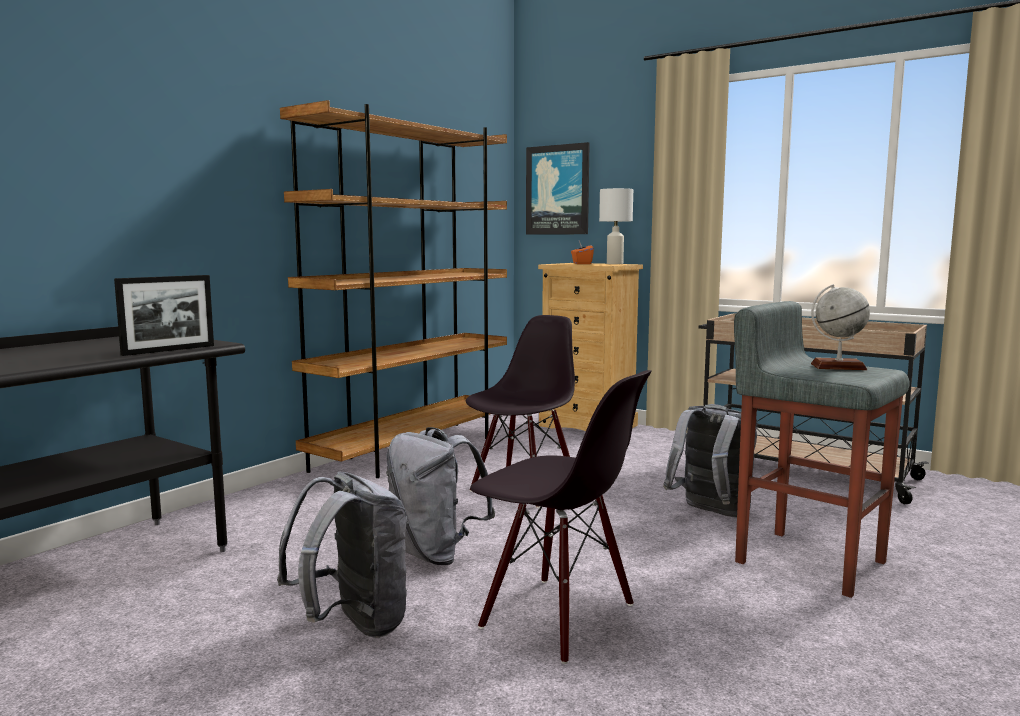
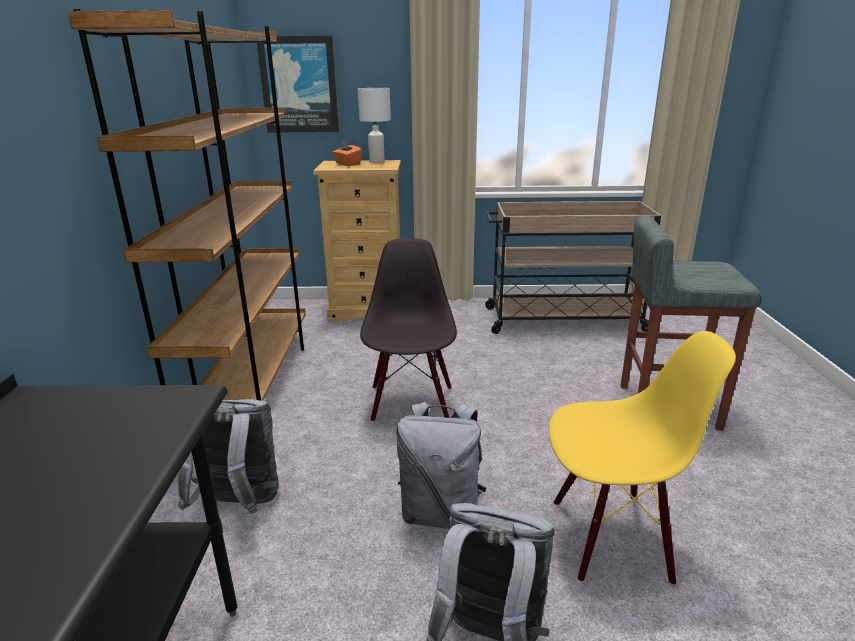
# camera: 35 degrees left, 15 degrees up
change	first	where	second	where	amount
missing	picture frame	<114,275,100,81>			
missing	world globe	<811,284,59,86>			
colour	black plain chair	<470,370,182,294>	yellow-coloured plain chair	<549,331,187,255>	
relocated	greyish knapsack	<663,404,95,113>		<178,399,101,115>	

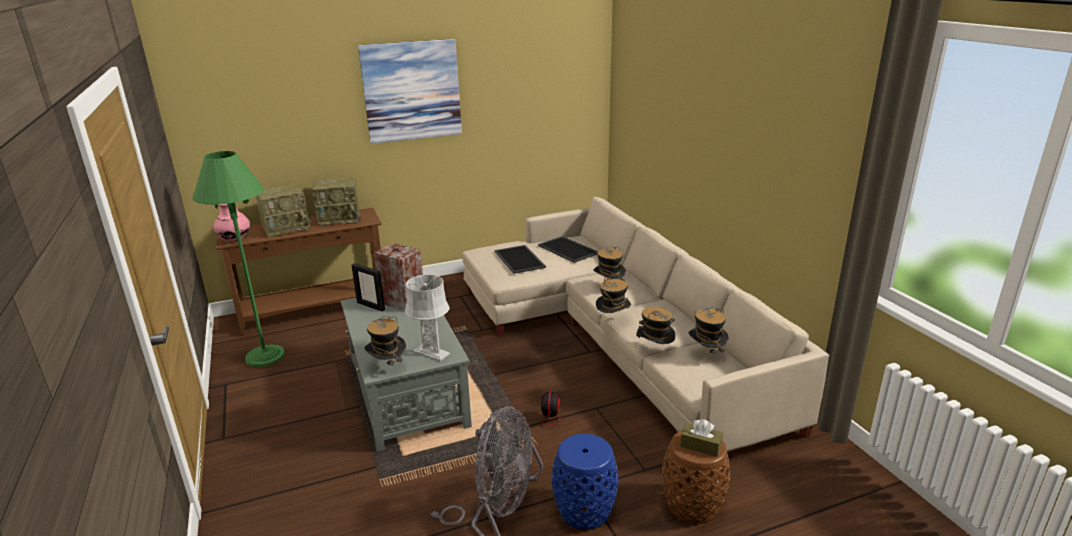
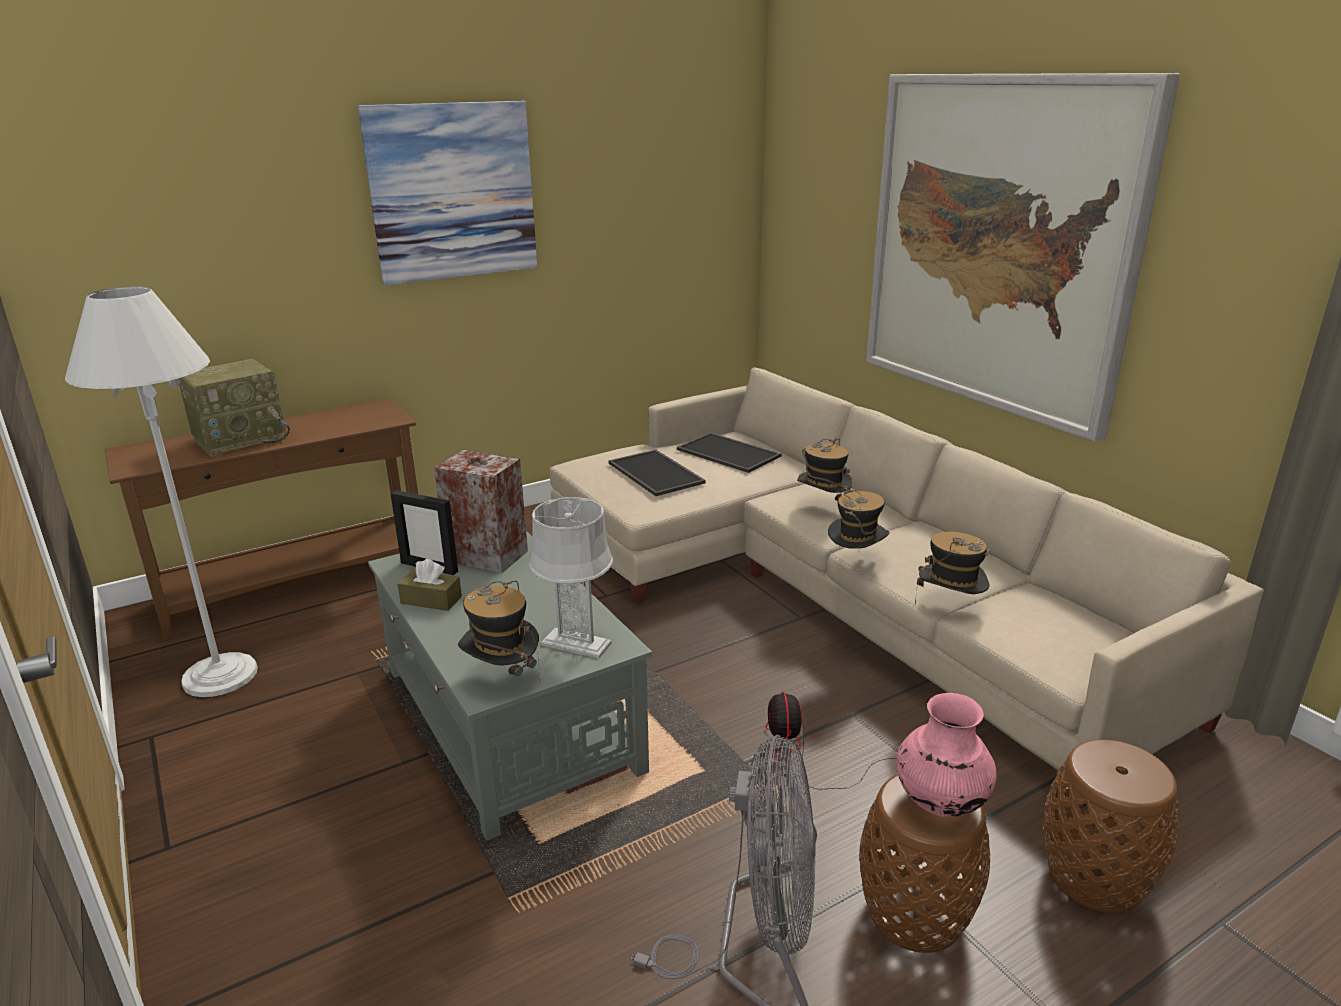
# camera: 10 degrees left, 0 degrees up
change	first	where	second	where	amount
colour	green standing lamp	<192,151,93,216>	white-coloured standing lamp	<65,286,193,411>	
missing	radio receiver	<312,177,49,49>			
relocated	pink-coloured flower vase	<214,202,36,40>		<896,693,101,124>	
missing	hat	<688,307,41,54>			
relocated	brownish tissue box	<680,419,43,38>		<398,559,64,52>	
colour	bluish stool seat	<552,434,67,96>	brownish stool seat	<859,774,131,179>	
appeared			picture	<866,73,314,369>	

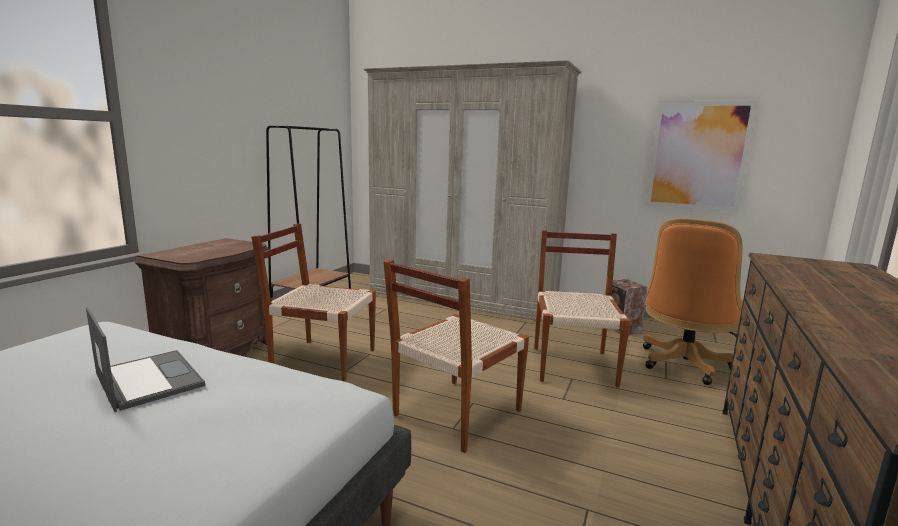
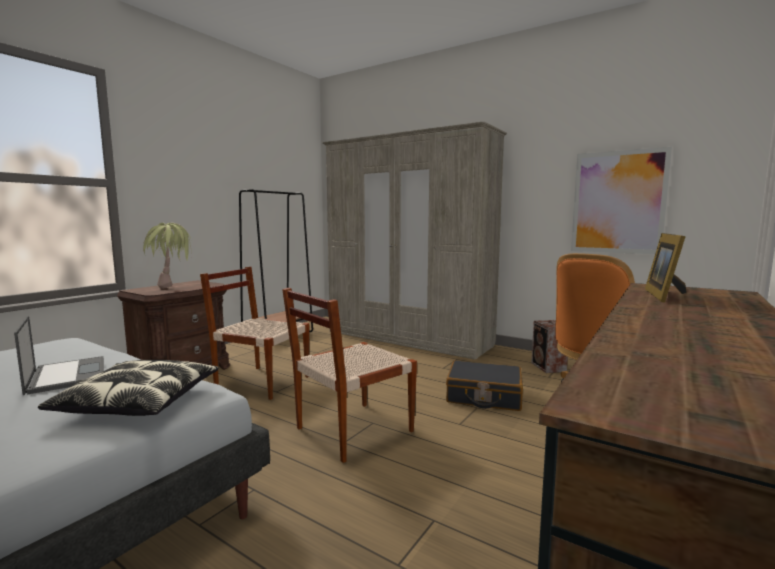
# camera: 10 degrees right, 5 degrees down
change	first	where	second	where	amount
exchanged	plain chair	<534,230,96,158>	black travel case	<446,360,77,51>	
appeared			plant in a pot	<143,223,49,66>	
appeared			picture frame	<645,233,42,70>	
appeared			pillow	<38,360,181,56>	

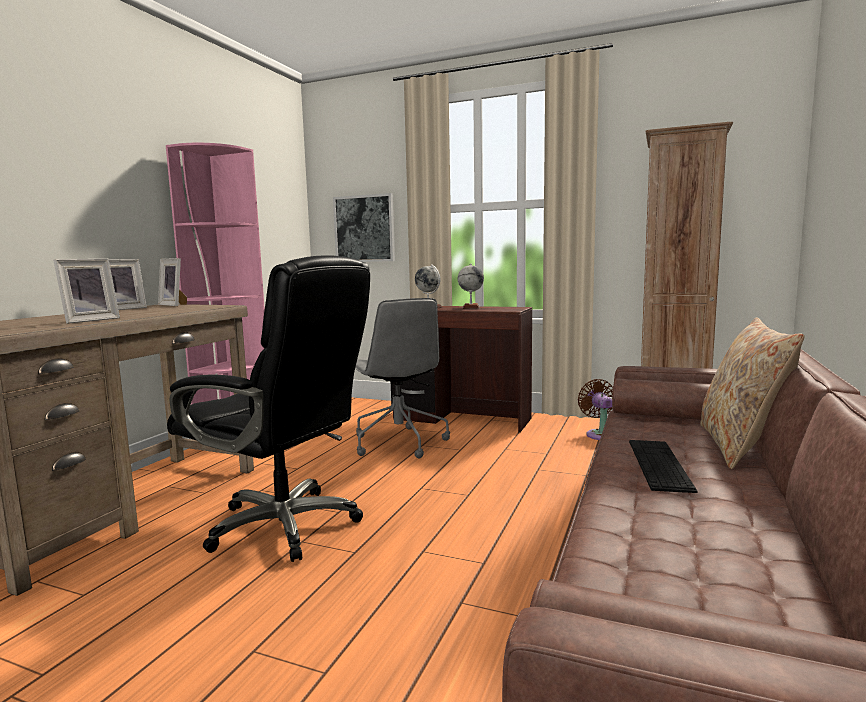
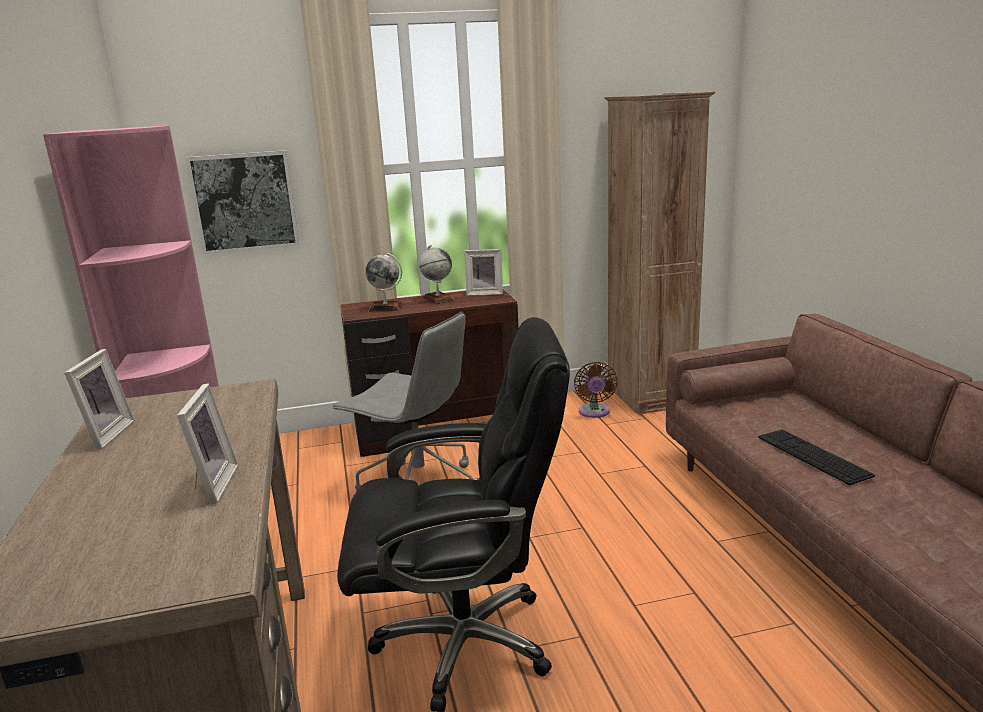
# camera: 35 degrees left, 10 degrees up
change	first	where	second	where	amount
relocated	picture frame	<158,258,29,48>		<464,249,39,47>	
missing	sand-coloured pillow	<700,317,105,152>			
spun	brownish electric fan	<578,379,35,61>		<574,362,44,56>	135 degrees counterclockwise

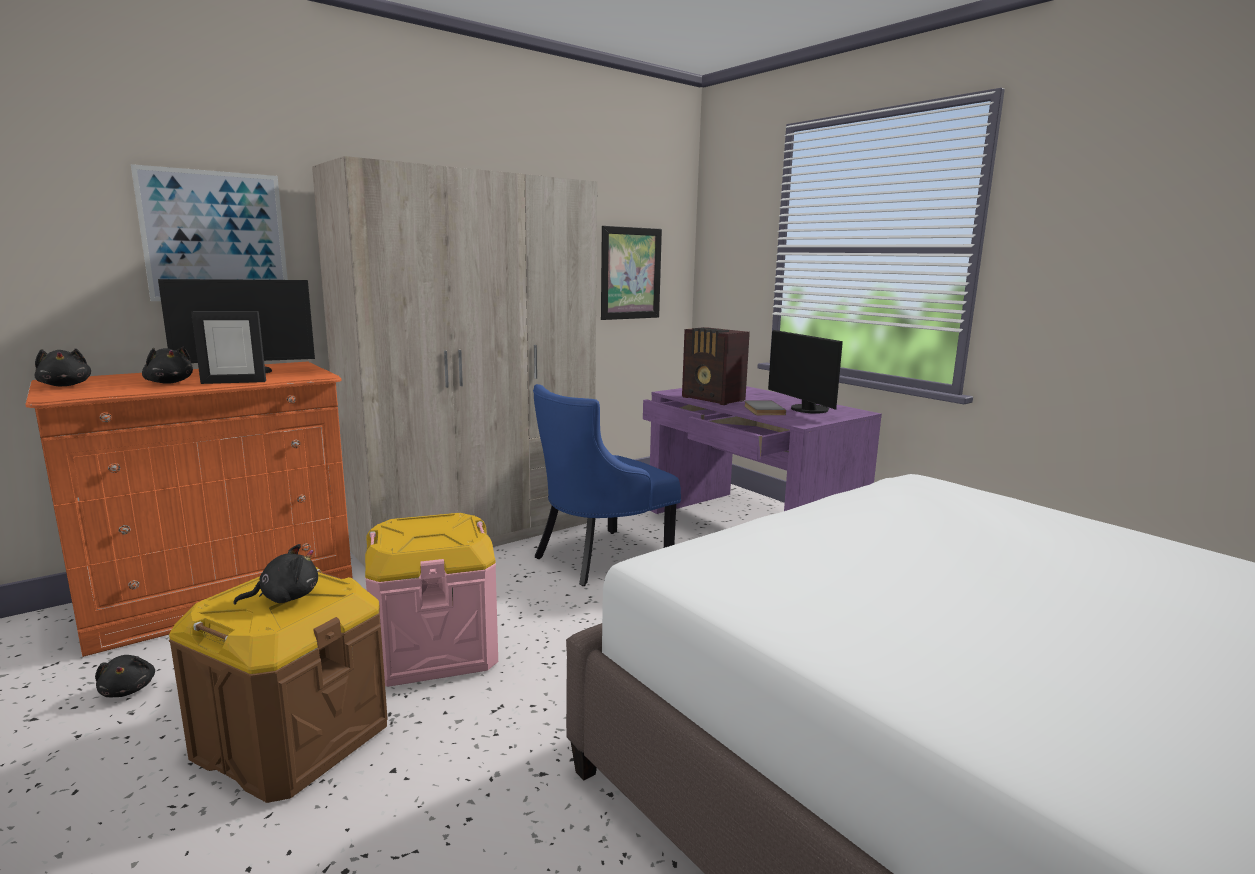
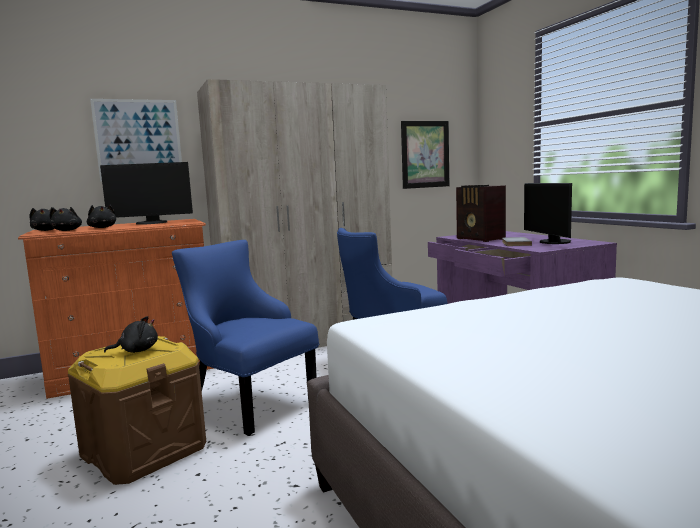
# camera: 15 degrees right, 5 degrees down
change	first	where	second	where	amount
missing	picture frame	<191,311,75,73>			
exchanged	pink-coloured storage container	<365,513,133,174>	bluish plain chair	<172,240,148,196>	
relocated	black soft toy	<95,655,60,42>		<50,207,32,24>	

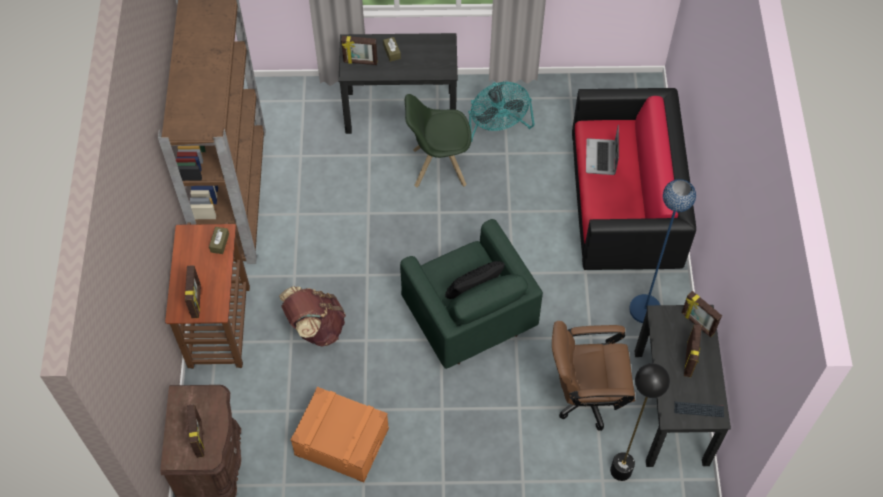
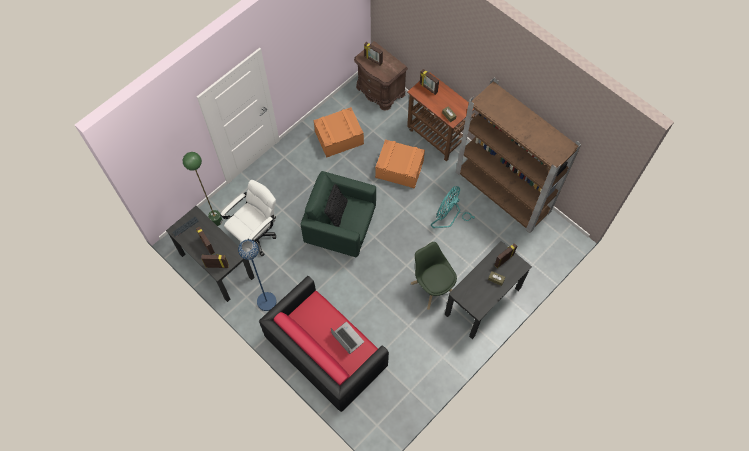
# camera: 135 degrees right, 5 degrees up
change	first	where	second	where	amount
relocated	blue-green electric fan	<468,81,67,61>		<431,186,44,42>	
spun	green plain chair	<405,94,67,93>		<411,242,46,68>	75 degrees counterclockwise
exchanged	brownish knapsack	<279,286,67,60>	orangey storage container	<375,140,50,49>	
colour	brownish computer chair	<552,321,83,110>	white-coloured computer chair	<221,180,55,76>	
colour	black standing lamp	<610,363,60,118>	green standing lamp	<183,152,39,74>	

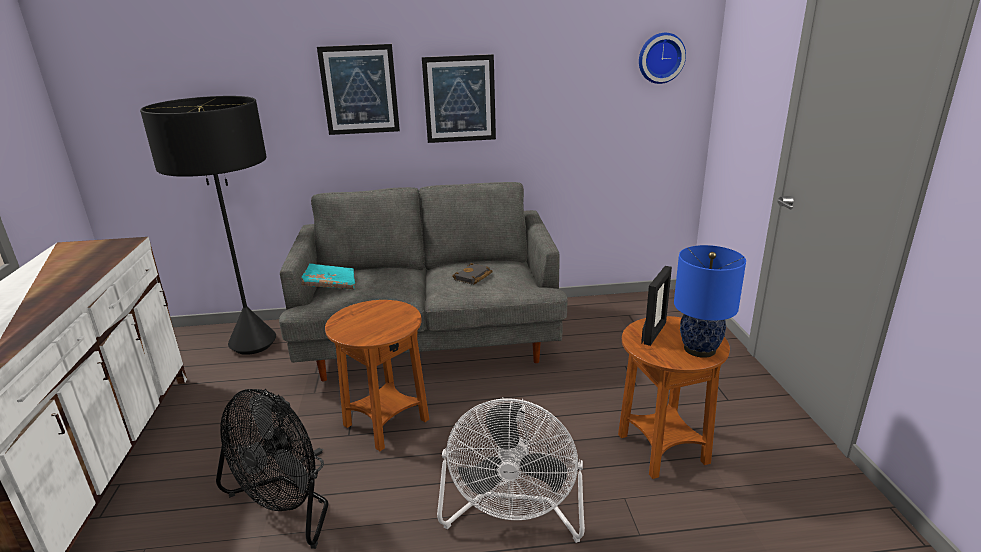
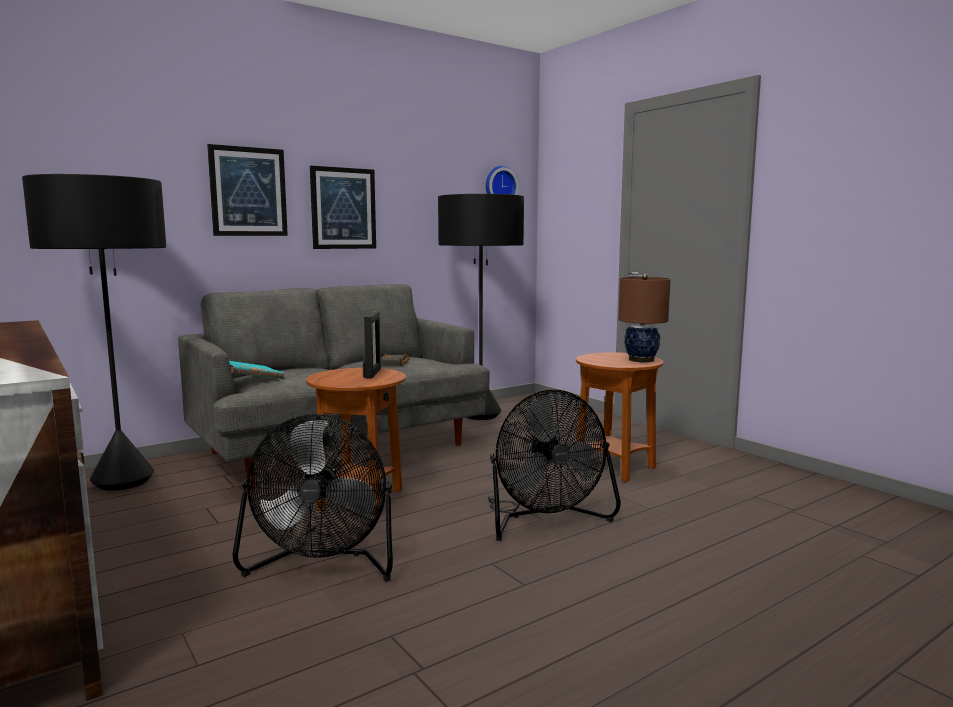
# camera: 30 degrees left, 15 degrees down
change	first	where	second	where	amount
colour	bluish lamp for a table	<674,245,72,113>	brownish lamp for a table	<618,274,52,88>	
relocated	picture frame	<641,266,31,80>		<363,312,18,66>	
colour	white-coloured electric fan	<437,398,148,145>	black electric fan	<488,390,133,151>	
appeared			black standing lamp	<438,194,86,226>	

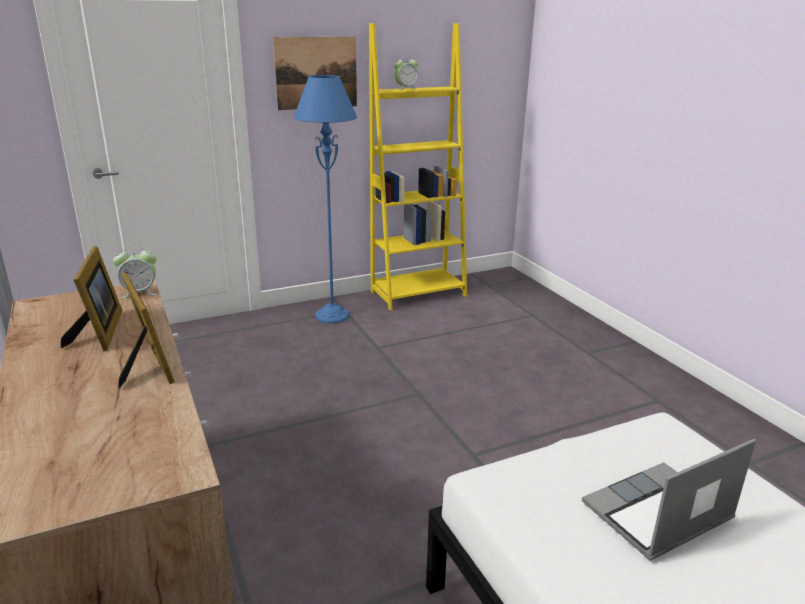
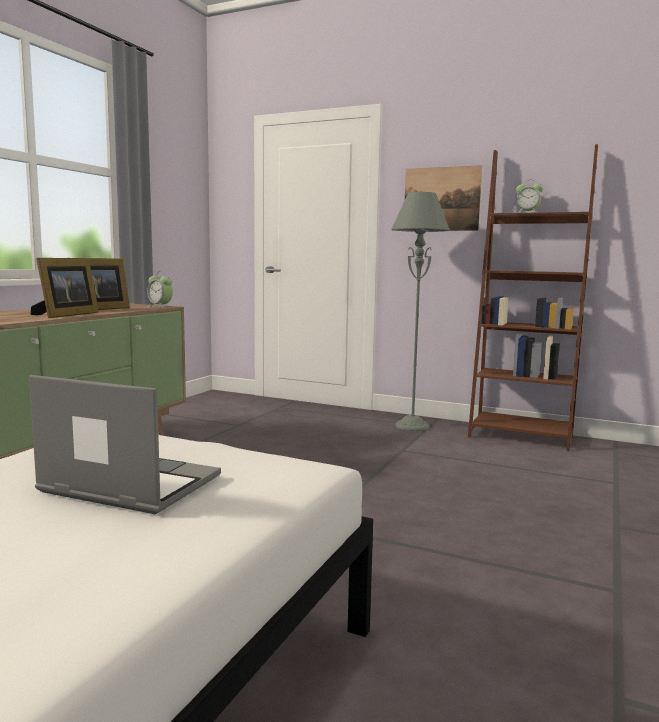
# camera: 50 degrees right, 15 degrees down
change	first	where	second	where	amount
colour	yellow-coloured bookshelf	<369,23,98,288>	brownish bookshelf	<468,144,130,307>	
colour	bluish standing lamp	<294,75,63,248>	greyish standing lamp	<391,192,59,239>	

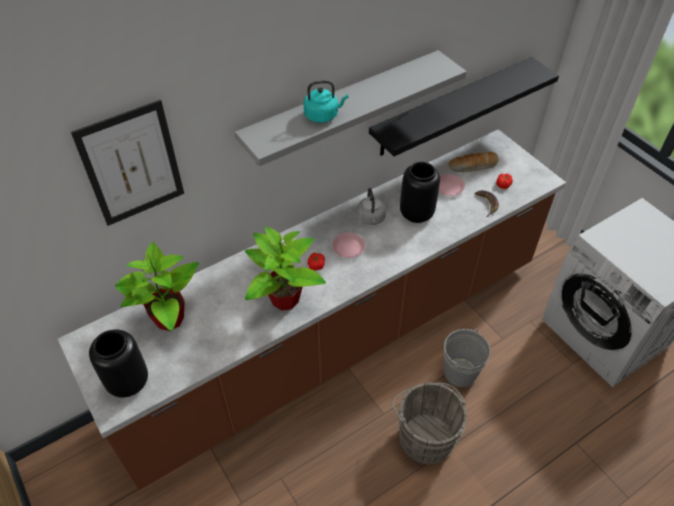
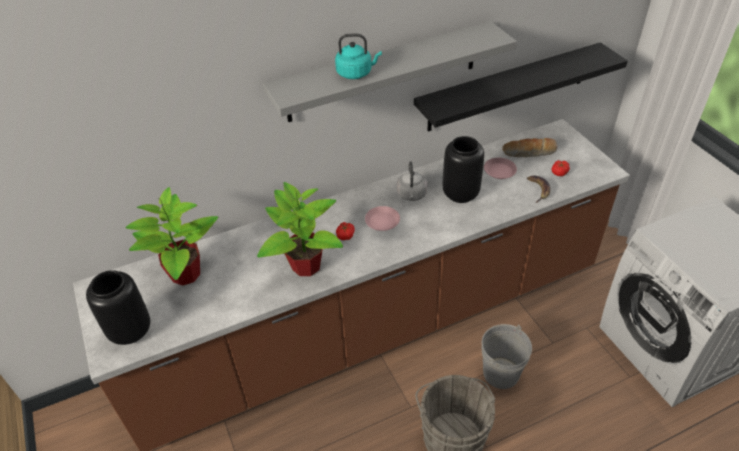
# camera: 10 degrees right, 5 degrees down
change	first	where	second	where	amount
missing	picture	<71,100,113,126>			

